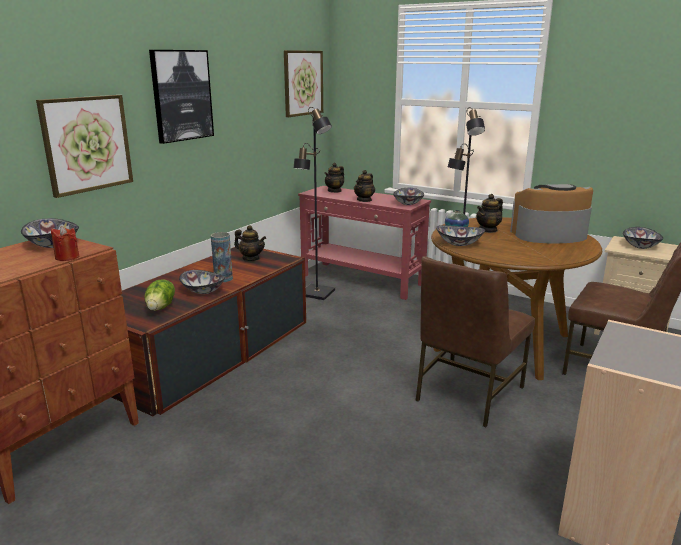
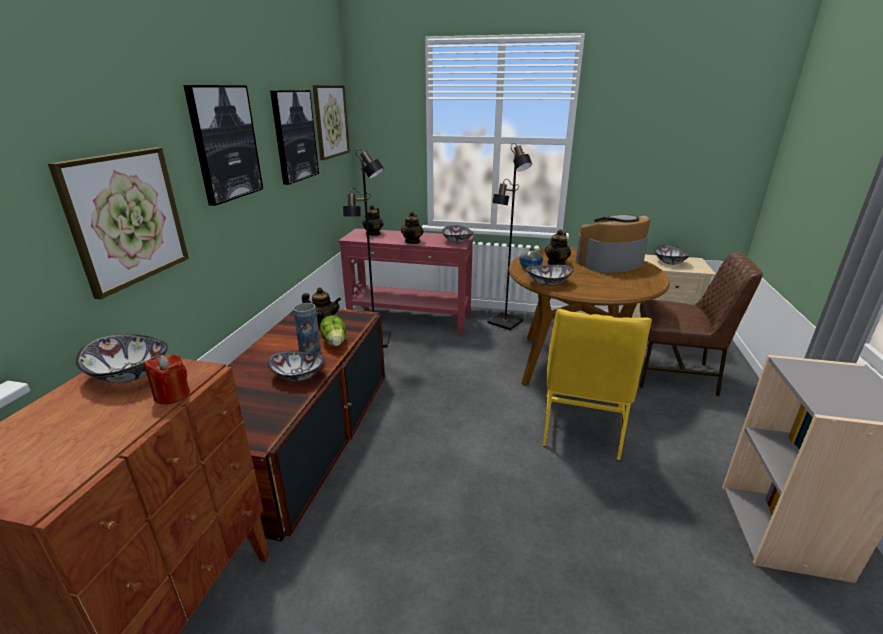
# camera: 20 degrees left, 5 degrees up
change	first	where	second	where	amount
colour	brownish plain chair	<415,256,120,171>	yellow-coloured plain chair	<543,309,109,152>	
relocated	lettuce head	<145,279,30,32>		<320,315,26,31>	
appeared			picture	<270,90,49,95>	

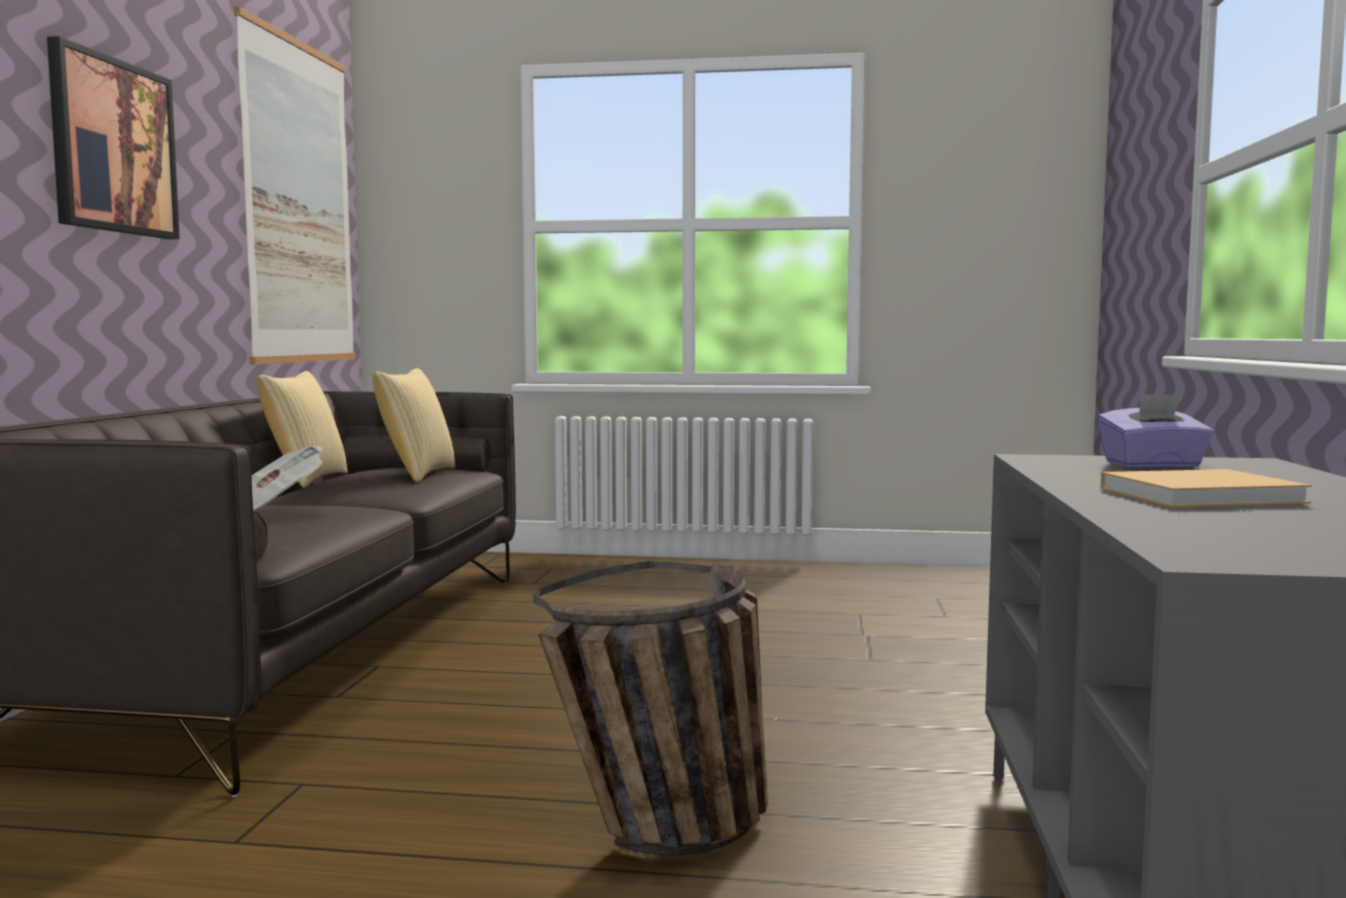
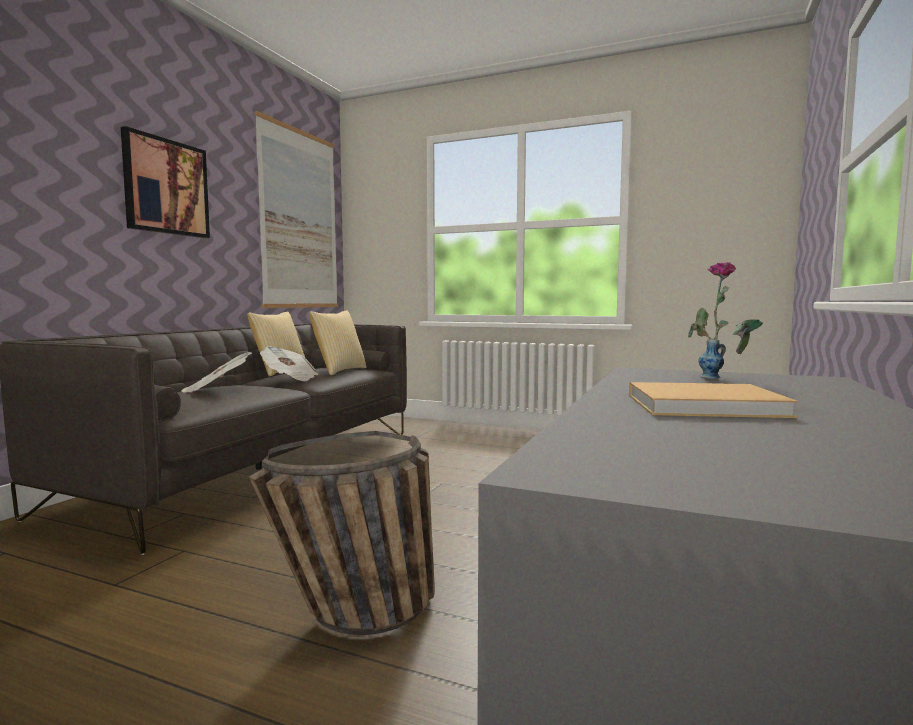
# camera: 15 degrees right, 0 degrees up
change	first	where	second	where	amount
exchanged	purple-coloured tissue box	<1098,393,116,75>	flower vase	<688,262,75,117>	
appeared			printed paper	<260,346,58,35>	

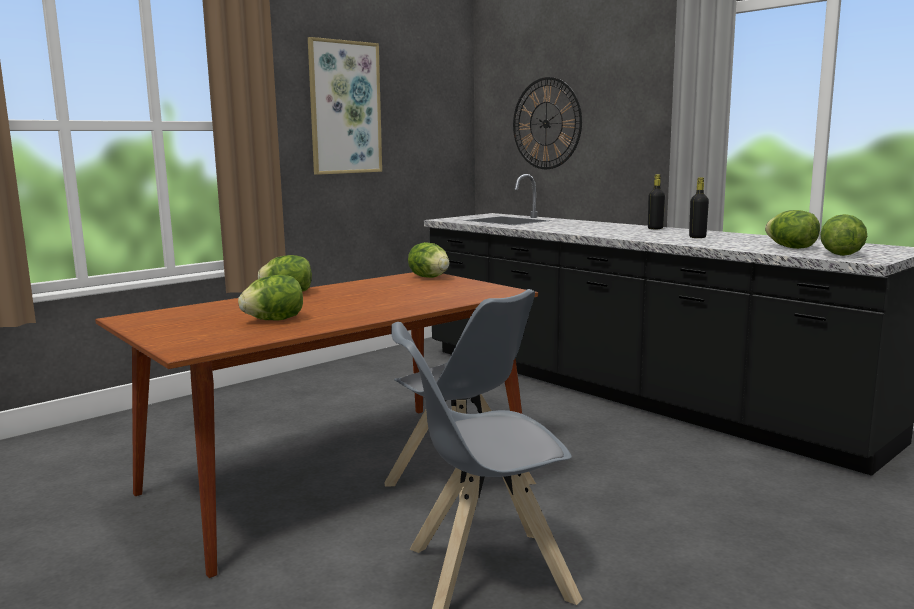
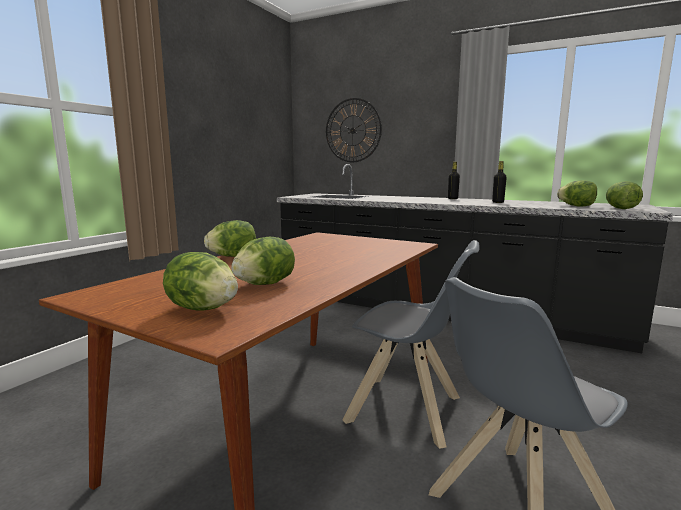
# camera: 20 degrees left, 0 degrees up
change	first	where	second	where	amount
missing	picture	<308,37,74,138>			
relocated	lettuce head	<408,242,41,36>		<163,252,75,59>	

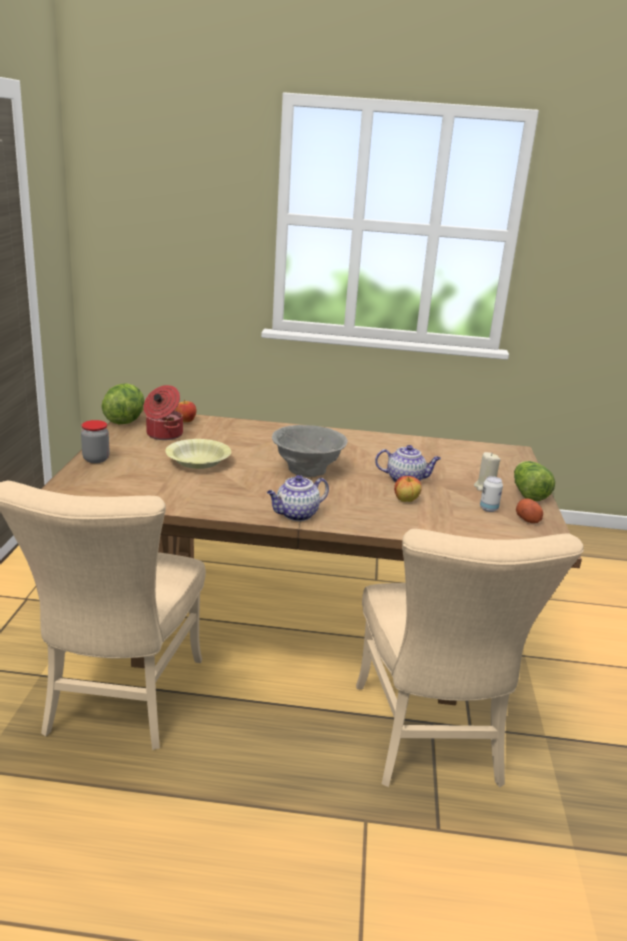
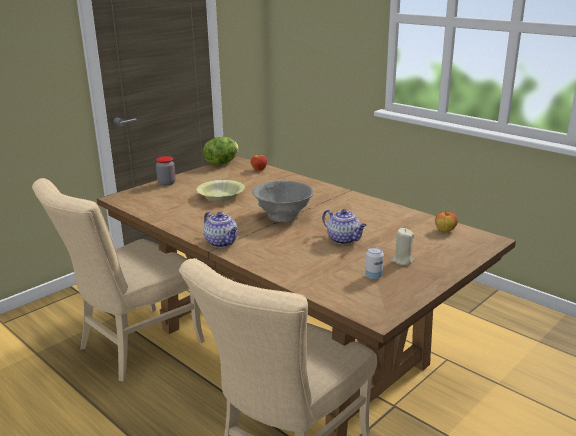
# camera: 40 degrees right, 0 degrees up
change	first	where	second	where	amount
missing	stockpot	<144,385,39,55>			
missing	lettuce head	<514,461,41,40>			
spun	teapot	<267,475,62,46>		<204,212,34,35>	135 degrees counterclockwise
relocated	whole apple	<394,476,28,26>		<435,211,23,21>	
missing	whole potato	<516,498,27,25>			

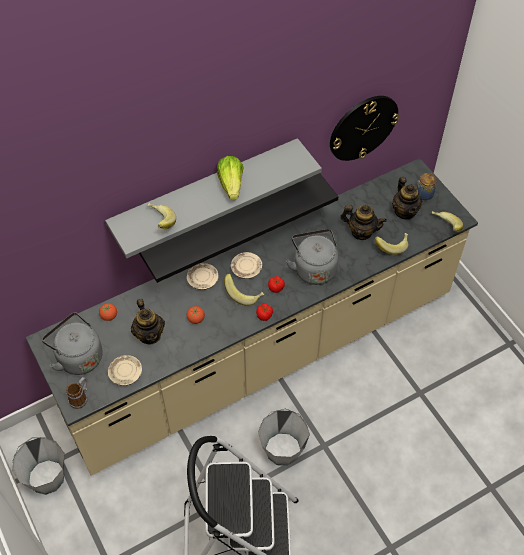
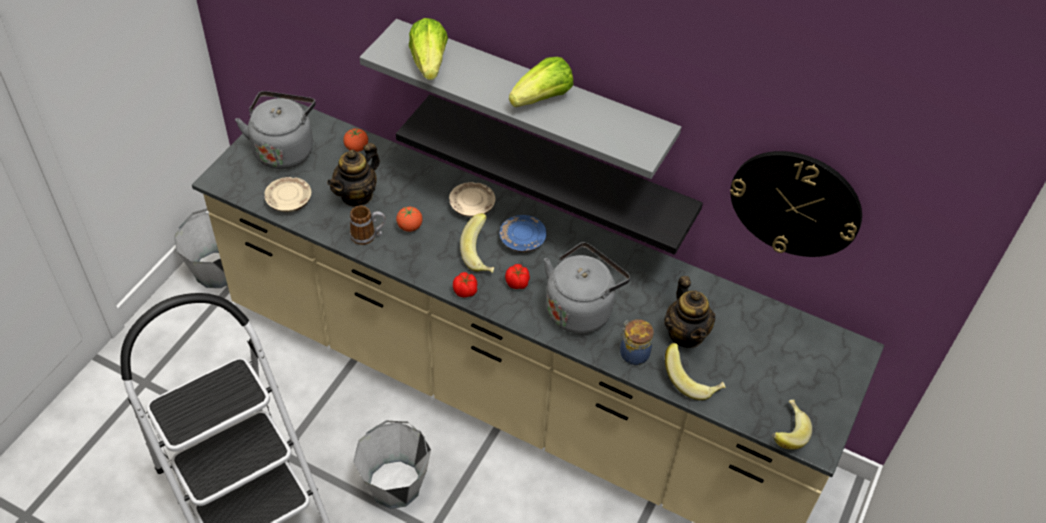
# camera: 55 degrees right, 5 degrees down
change	first	where	second	where	amount
relocated	jar	<417,173,20,27>		<620,319,34,46>	
missing	teapot	<392,177,30,43>			
exchanged	whole banana	<148,203,28,26>	lettuce head	<409,18,39,62>	
colour	sand-coloured dinner plate	<231,252,31,27>	bluish dinner plate	<499,215,48,37>	
relocated	tea mug	<67,377,20,32>		<350,205,36,40>	

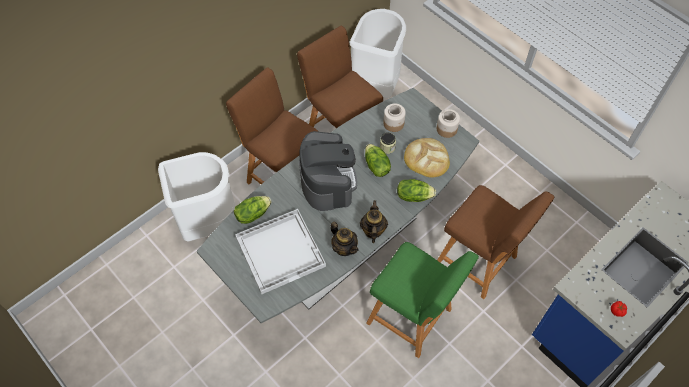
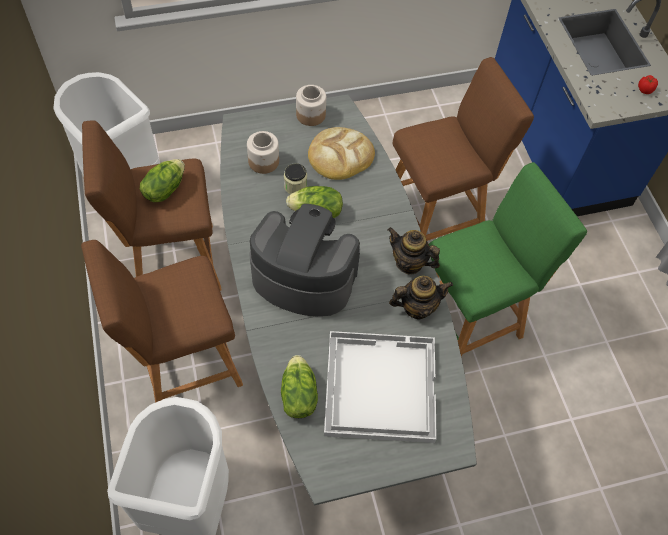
# camera: 65 degrees left, 0 degrees up
change	first	where	second	where	amount
relocated	lettuce head	<397,179,39,23>		<140,159,45,43>	

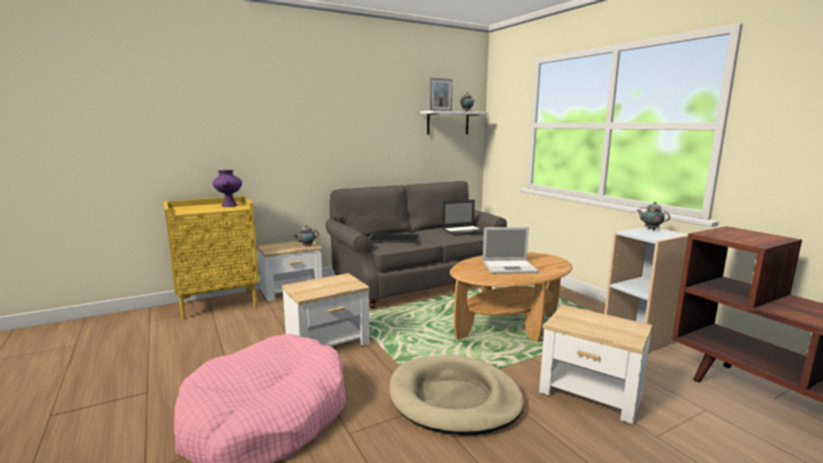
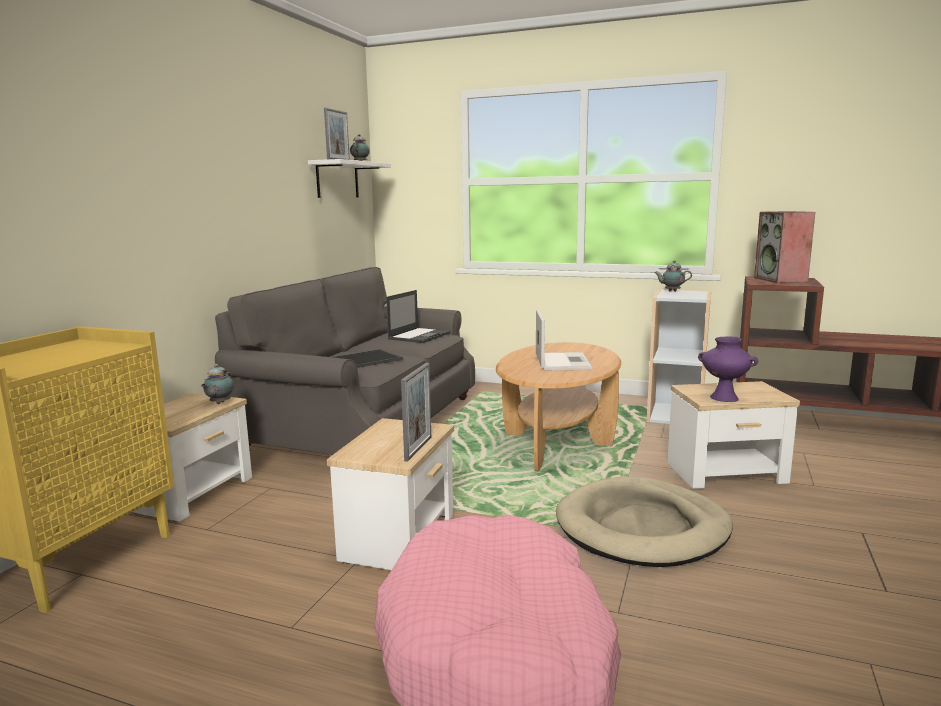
# camera: 40 degrees left, 0 degrees up
change	first	where	second	where	amount
relocated	purple-coloured flower vase	<213,170,29,37>		<698,337,60,65>	
spun	notebook computer	<483,227,55,47>		<536,309,57,61>	45 degrees counterclockwise
appeared			loudspeaker	<754,211,61,72>	
appeared			picture frame	<401,363,30,99>	

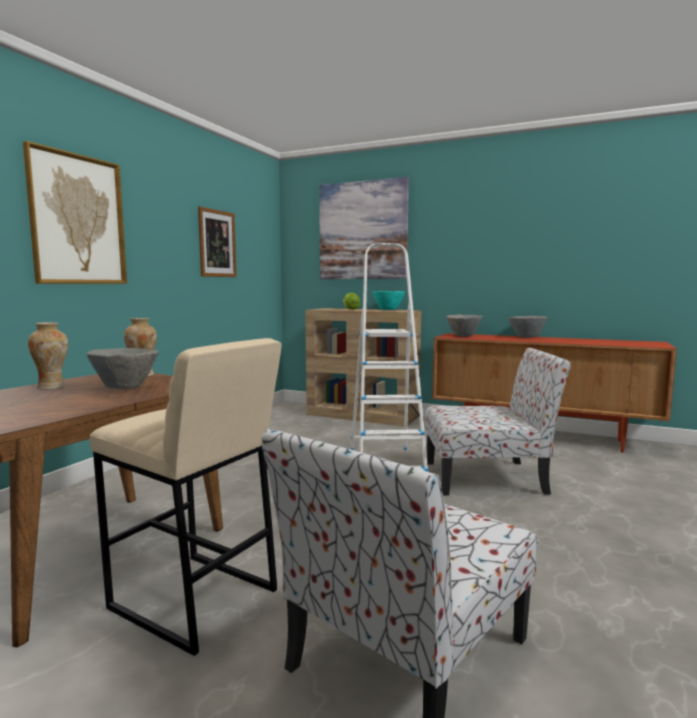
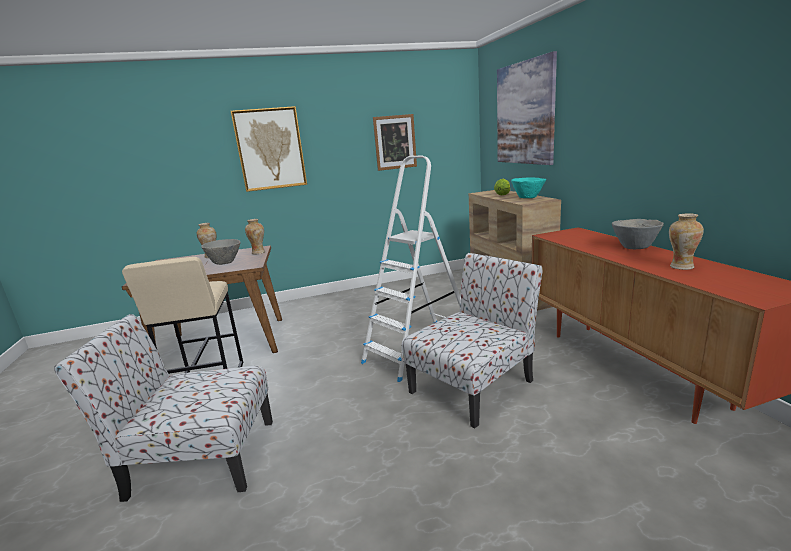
# camera: 50 degrees right, 10 degrees up
change	first	where	second	where	amount
missing	greyish deep dish	<446,314,37,23>			
spun	plain chair	<425,348,146,148>		<402,253,141,175>	90 degrees counterclockwise
appeared			flower vase	<669,213,35,57>	

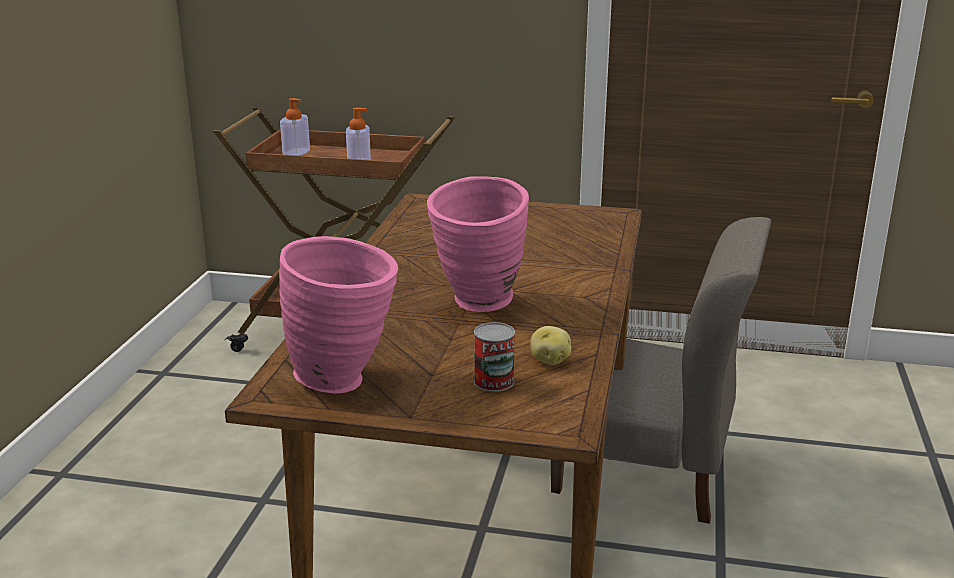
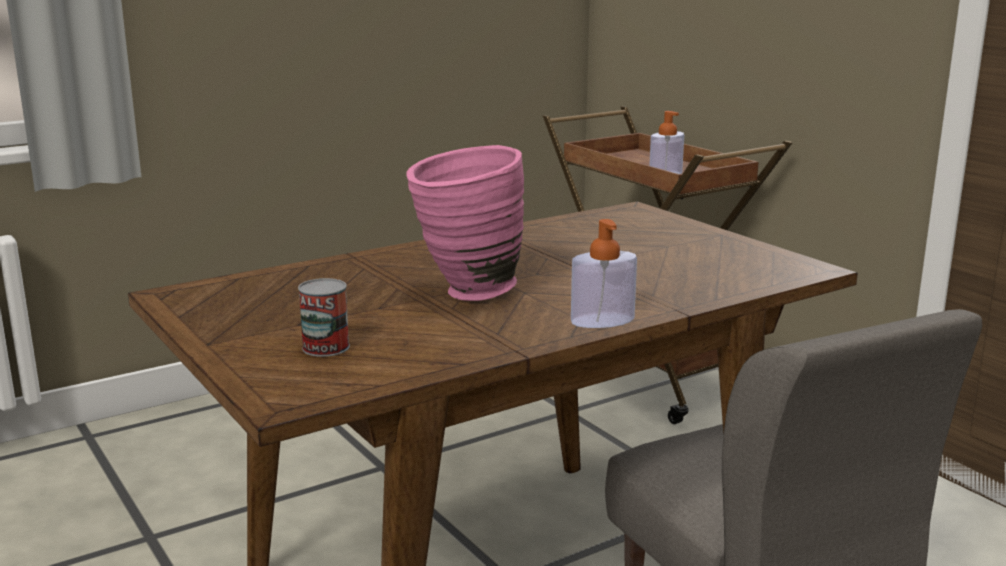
# camera: 45 degrees right, 5 degrees down
change	first	where	second	where	amount
relocated	liquid soap bottle	<280,98,30,58>		<571,219,66,109>	
missing	pink-coloured flower vase	<279,236,119,158>			
missing	whole potato	<530,326,41,39>			

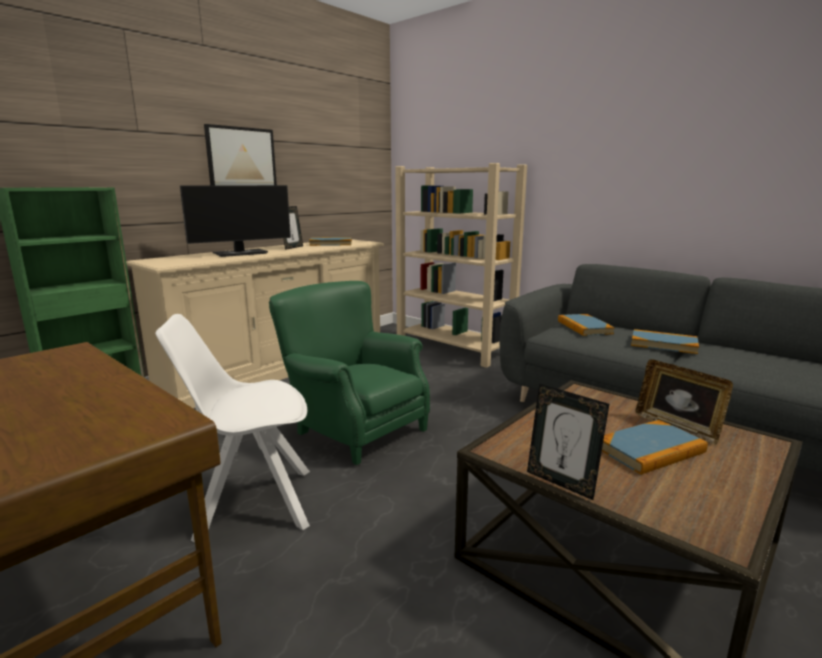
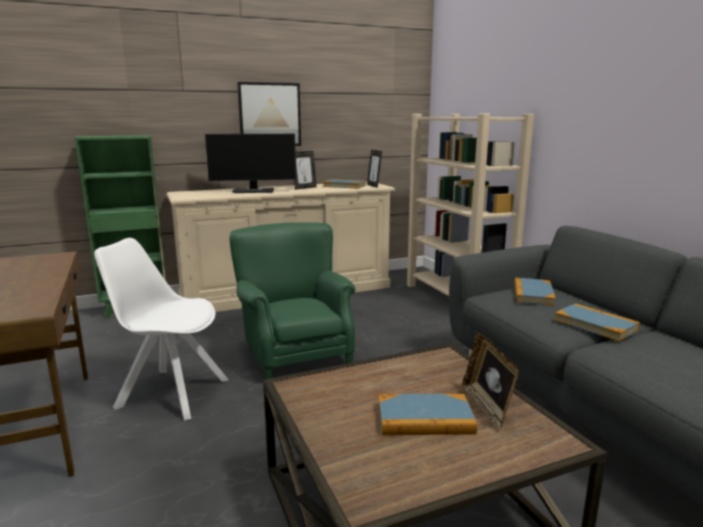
# camera: 25 degrees right, 0 degrees up
change	first	where	second	where	amount
relocated	picture frame	<527,384,82,116>		<367,150,15,38>	

